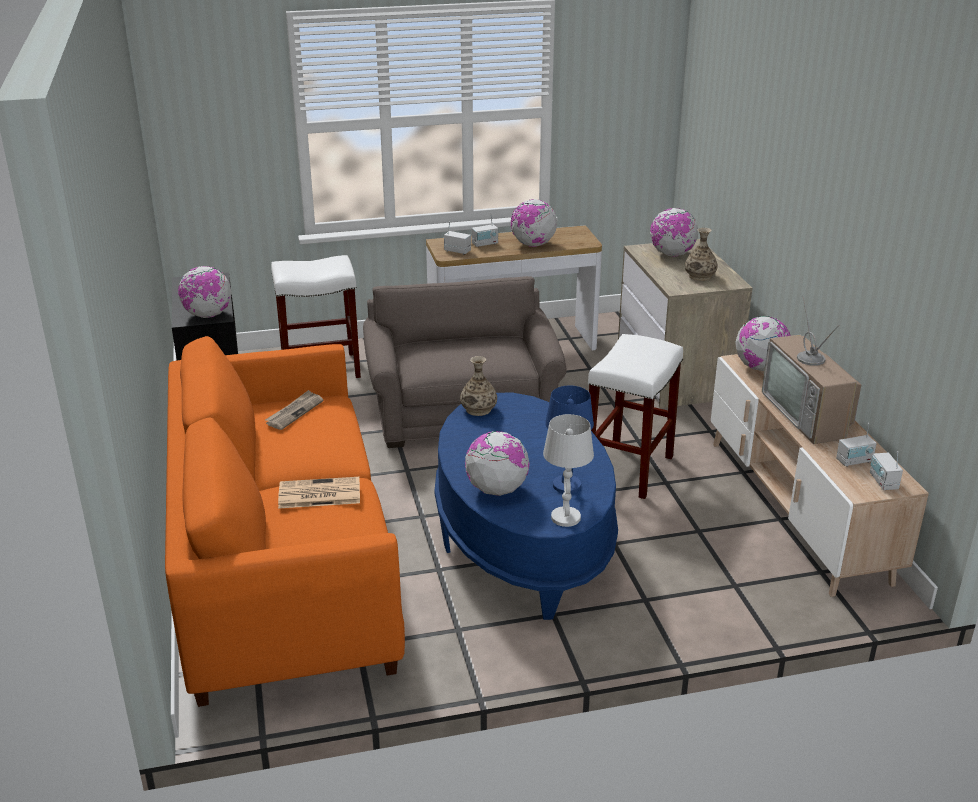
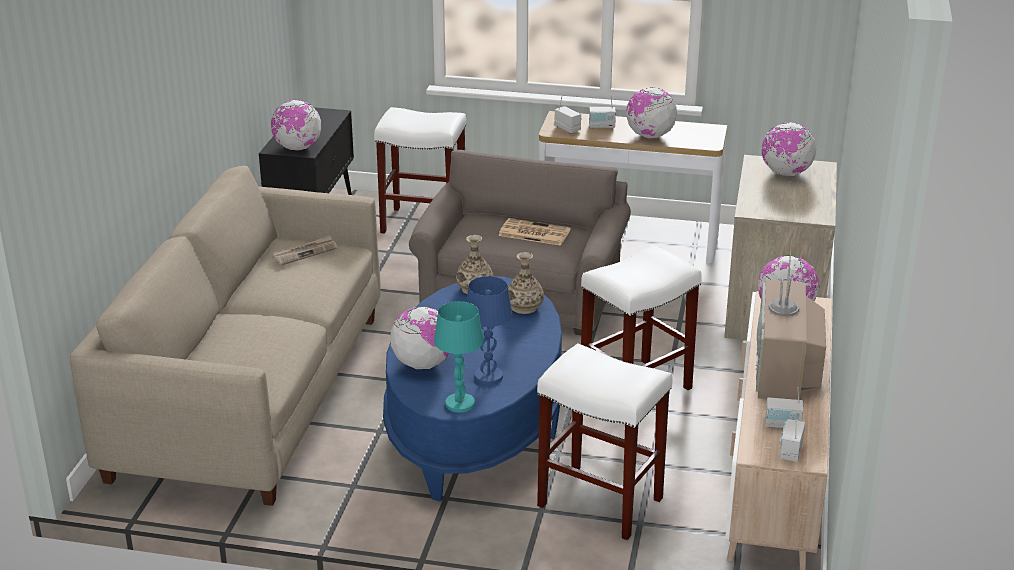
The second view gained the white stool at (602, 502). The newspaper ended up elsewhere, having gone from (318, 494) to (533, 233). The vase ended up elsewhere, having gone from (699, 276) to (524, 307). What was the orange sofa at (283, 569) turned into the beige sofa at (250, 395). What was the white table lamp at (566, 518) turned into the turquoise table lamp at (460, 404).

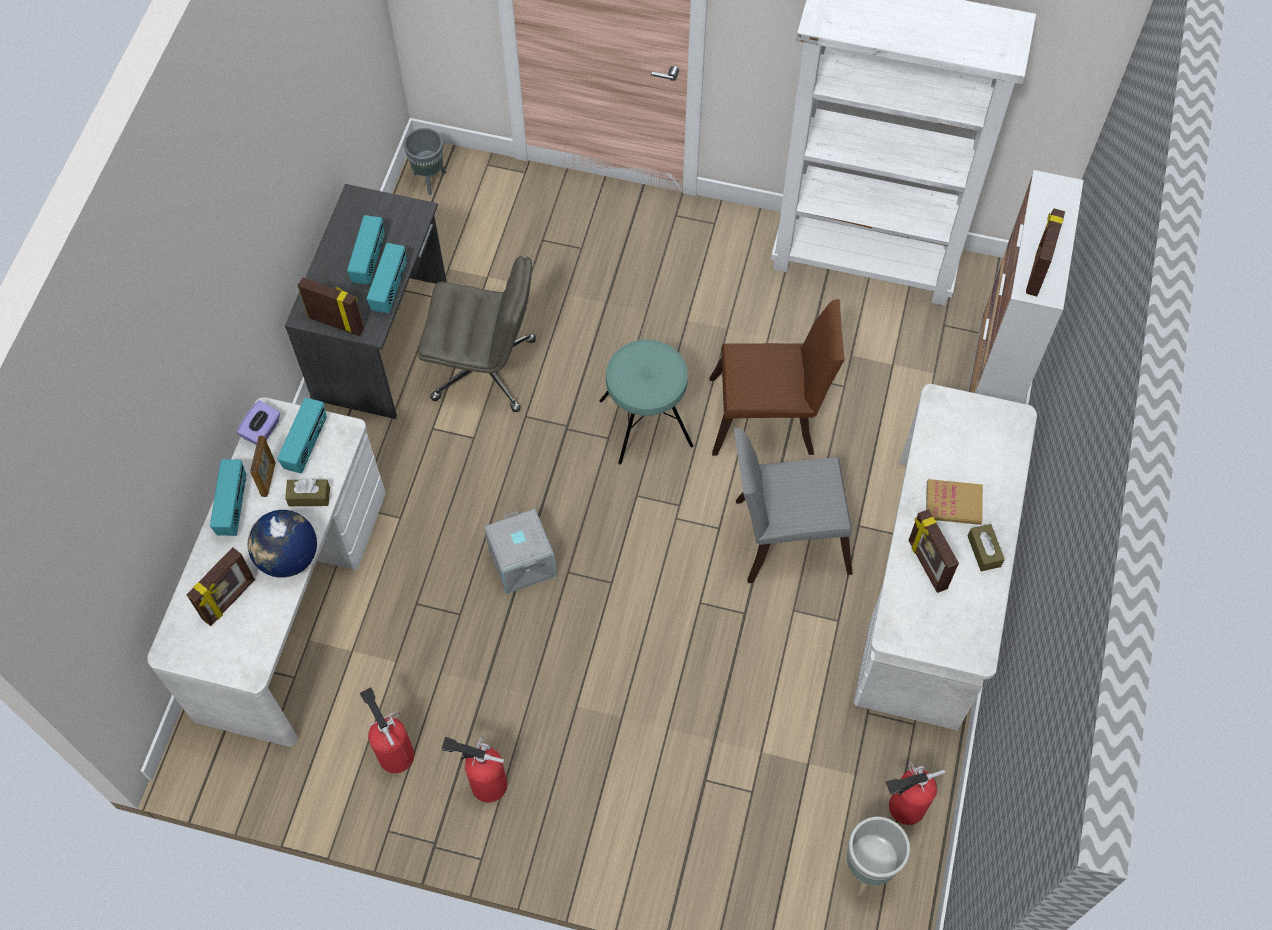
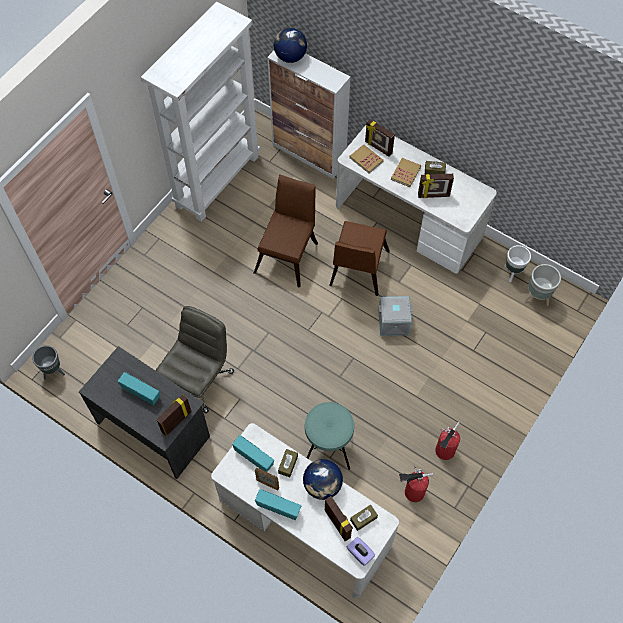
The second view lost the radio at (390, 289). The second view gained the globe at (290, 57). The second view gained the book at (366, 159). The second view gained the brown tissue box at (363, 519). The purple tissue box ended up elsewhere, having gone from (262, 431) to (360, 553). The grey storage box ended up elsewhere, having gone from (520, 562) to (393, 323). The turquoise stool ended up elsewhere, having gone from (645, 423) to (328, 445). The picture frame ended up elsewhere, having gone from (1036, 271) to (378, 148). Where the fire extinguisher stood at (903, 808), the white planter came to stand at (512, 273). What was the grey chair at (783, 535) turned into the brown chair at (357, 271).

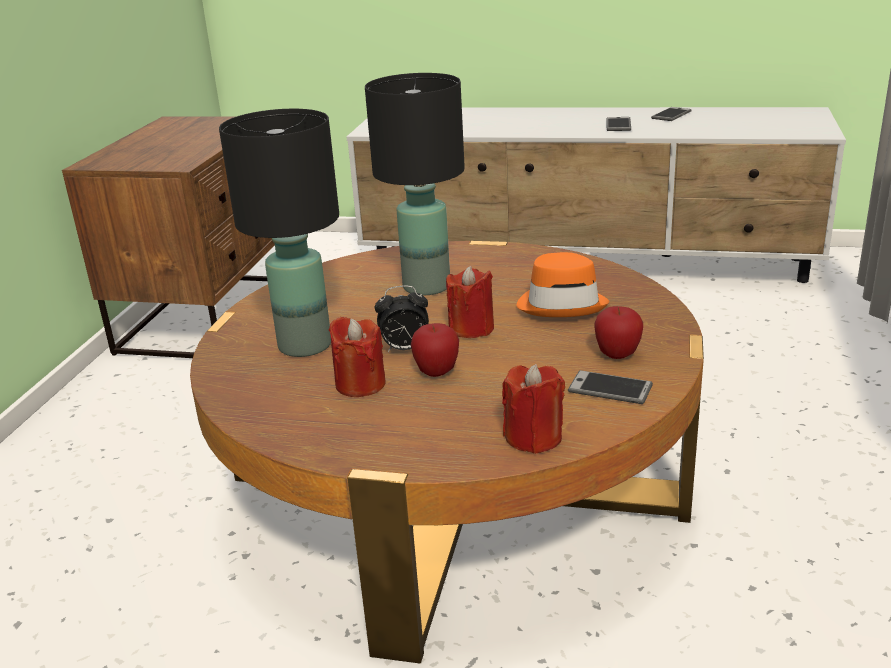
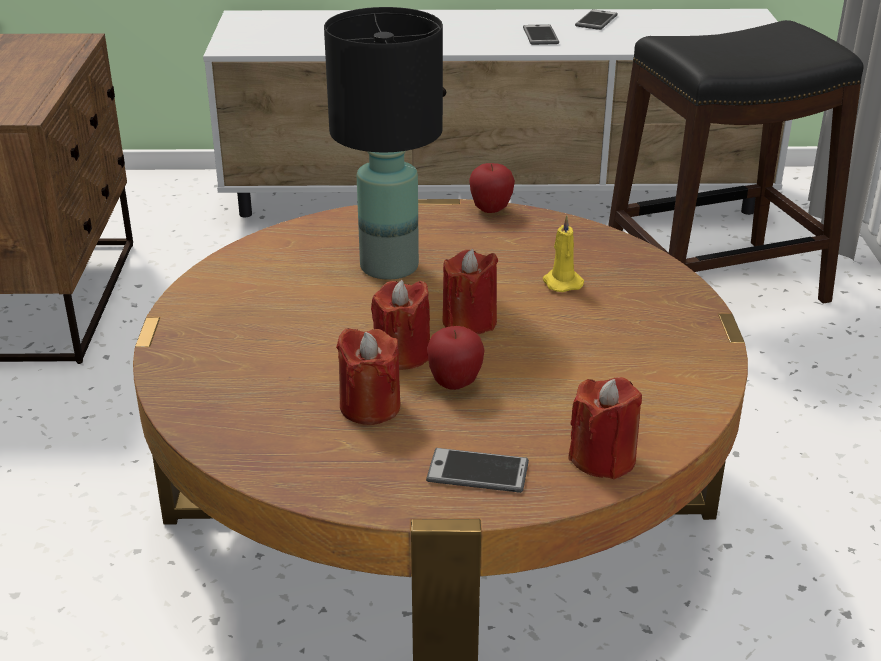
The second view lost the black table lamp at (304, 344). The second view gained the black stool at (712, 285). The phone ended up elsewhere, having gone from (610, 389) to (477, 472). The apple ended up elsewhere, having gone from (617, 355) to (491, 210). Where the alarm clock stood at (405, 349), the red candle came to stand at (402, 355). Where the orange hat stood at (562, 304), the yellow candle came to stand at (561, 282).

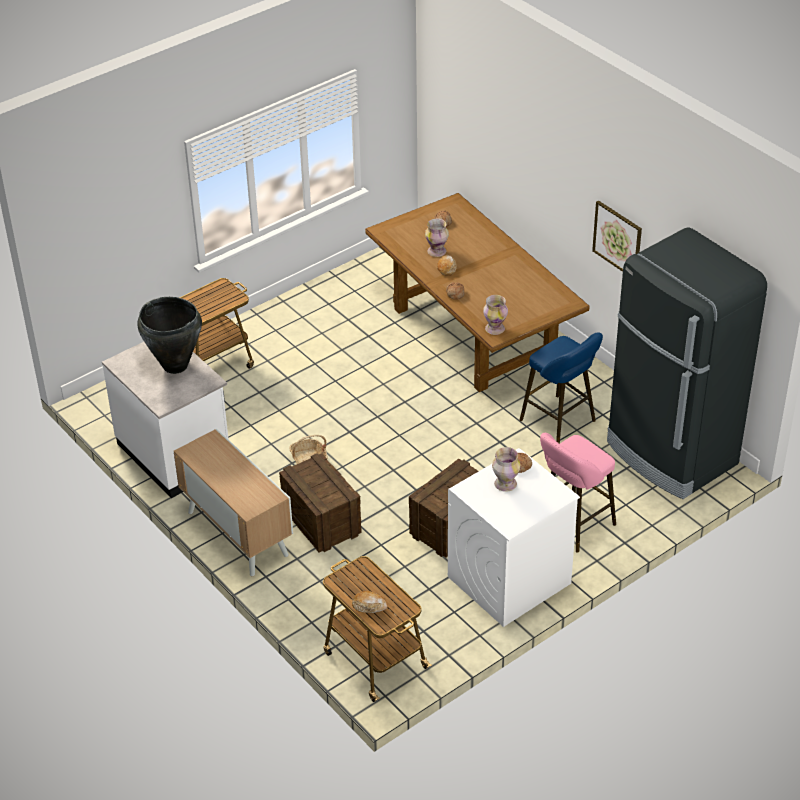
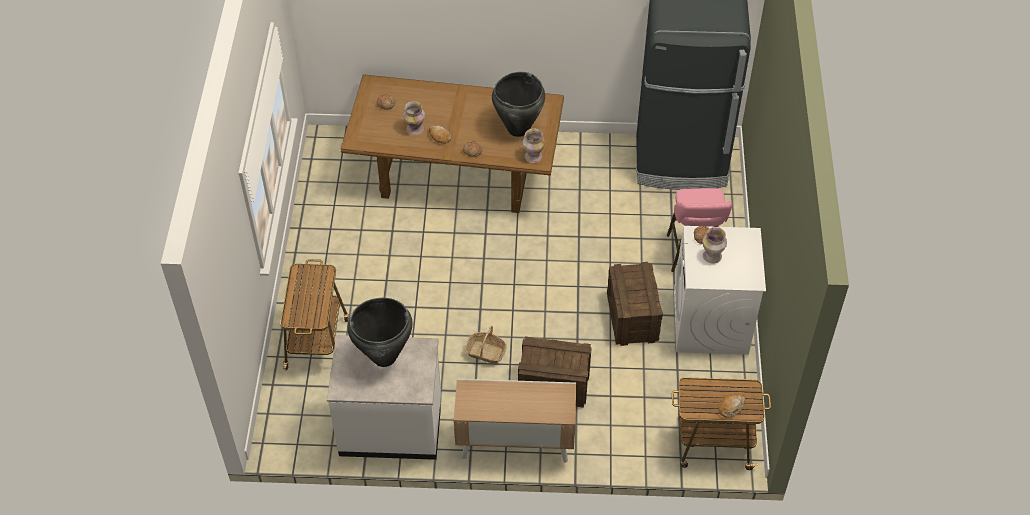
The second view lost the blue stool at (560, 422). The second view lost the picture at (617, 239). The second view gained the black vase at (518, 129).

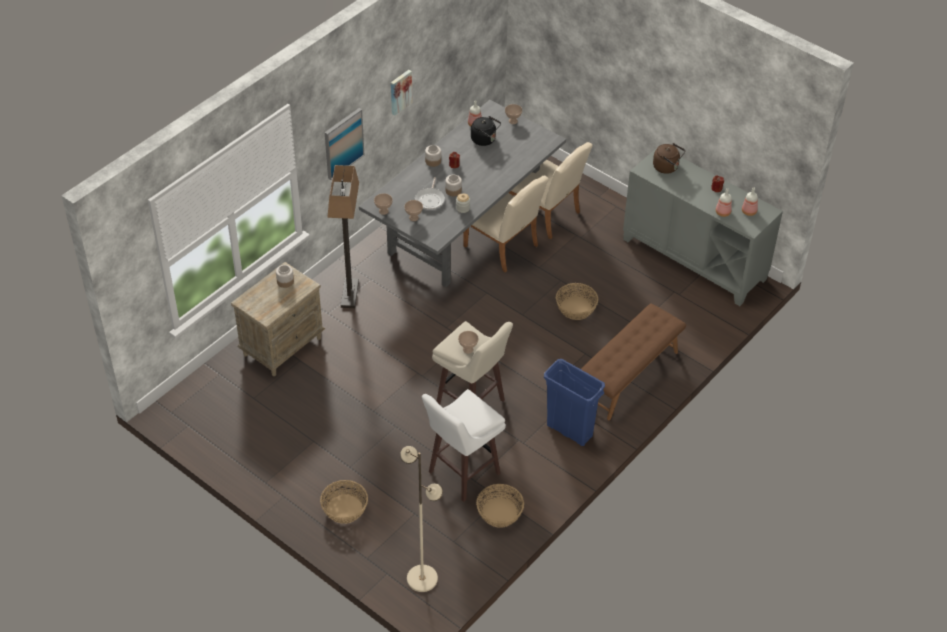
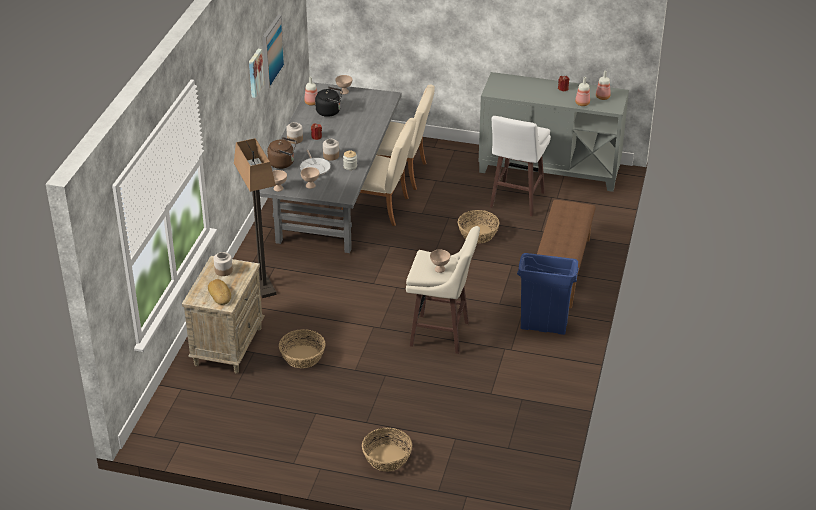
The second view lost the beige floor lamp at (422, 578). The second view gained the bread at (220, 294). The picture ended up elsewhere, having gone from (343, 143) to (272, 51). The white stool ended up elsewhere, having gone from (462, 473) to (516, 201). The basket ended up elsewhere, having gone from (499, 513) to (302, 357). The brown kettle ended up elsewhere, having gone from (667, 167) to (283, 163).

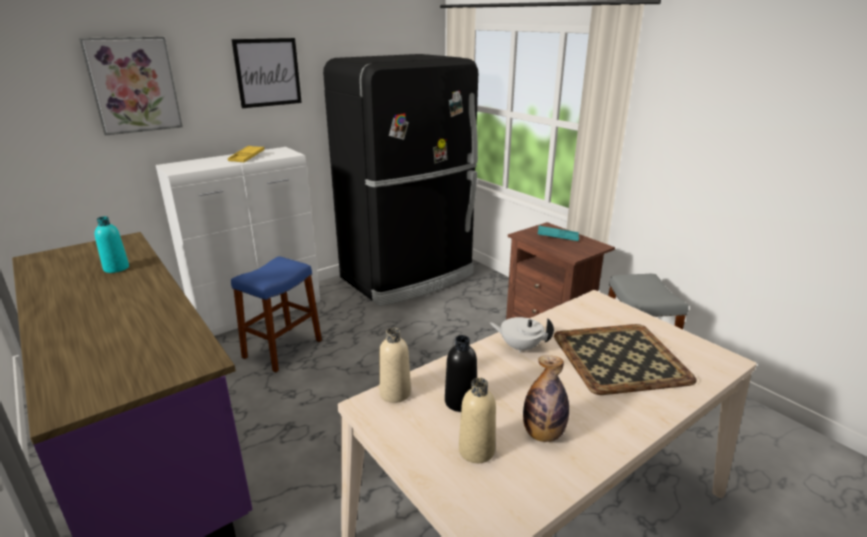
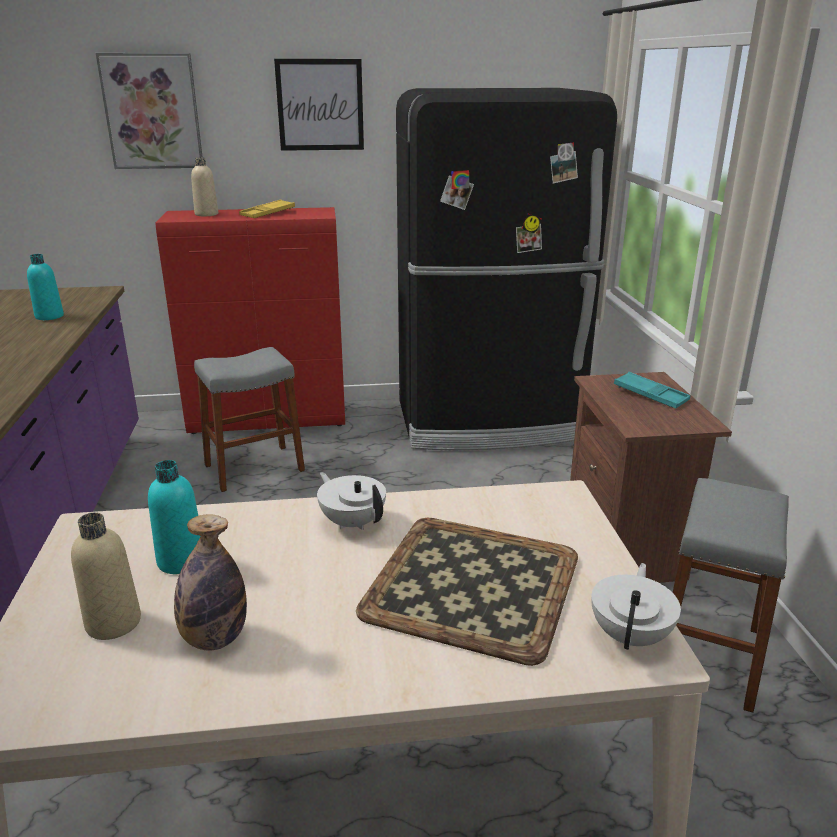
The second view gained the white teapot at (631, 635). The beige bottle ended up elsewhere, having gone from (395, 393) to (206, 214). What was the white cabinet at (259, 313) turned into the red cabinet at (270, 420). What was the blue stool at (282, 349) turned into the grey stool at (254, 468). What was the black bottle at (460, 402) turned into the turquoise bottle at (181, 561).

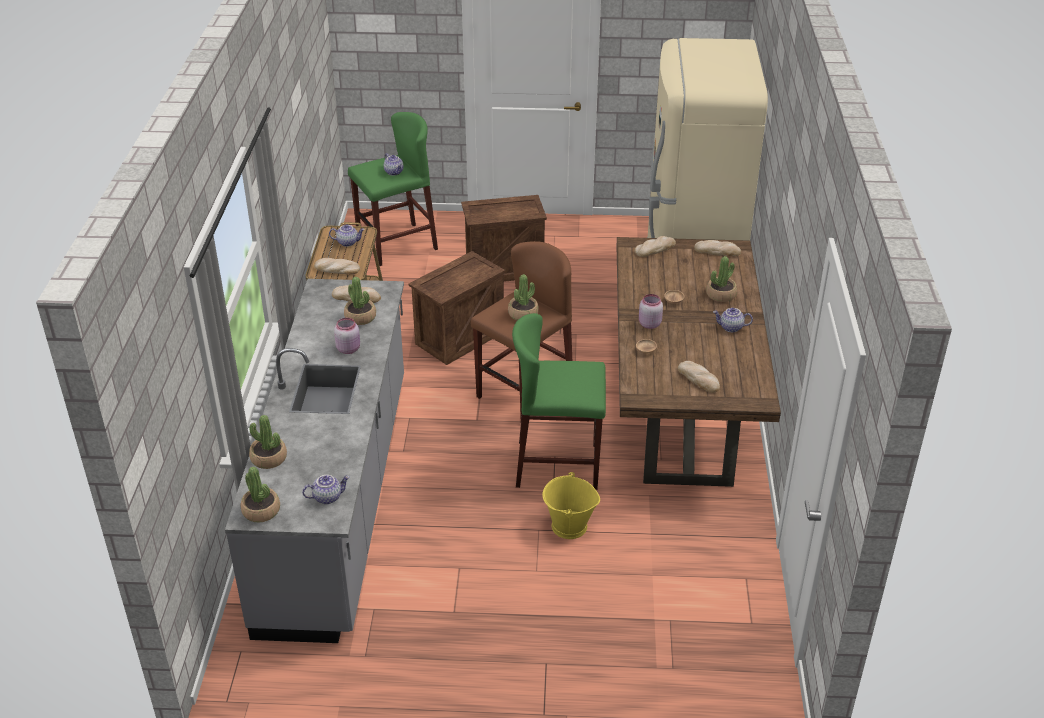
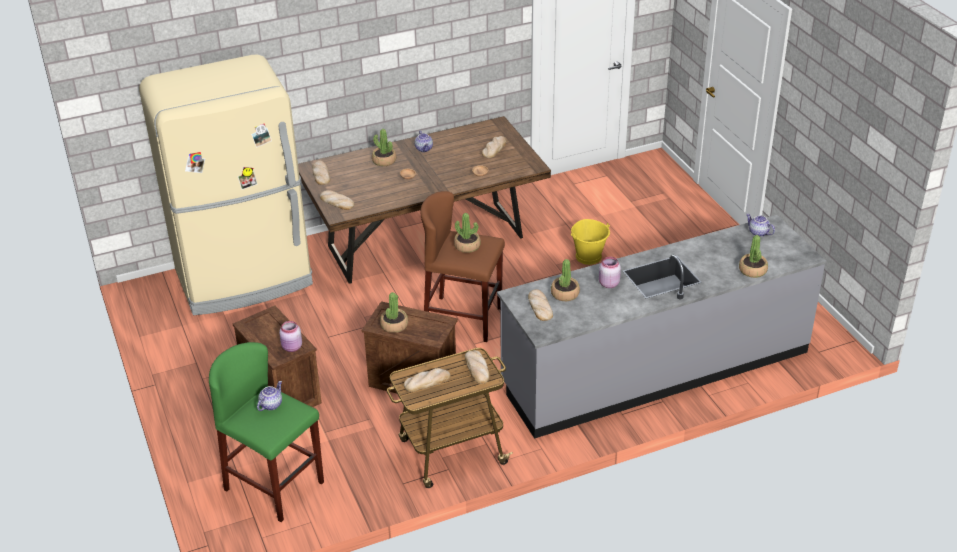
The second view lost the green stool at (557, 465). The potted plant ended up elsewhere, having gone from (261, 511) to (394, 325). The pink jar ended up elsewhere, having gone from (649, 324) to (292, 348). Where the teapot stood at (348, 242), the bread came to stand at (427, 382).

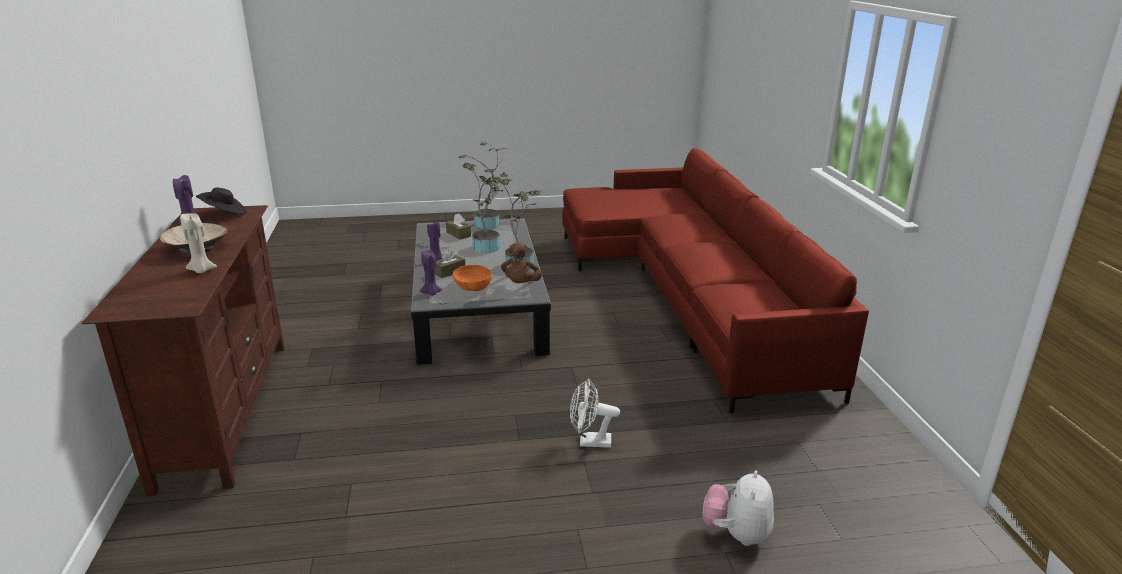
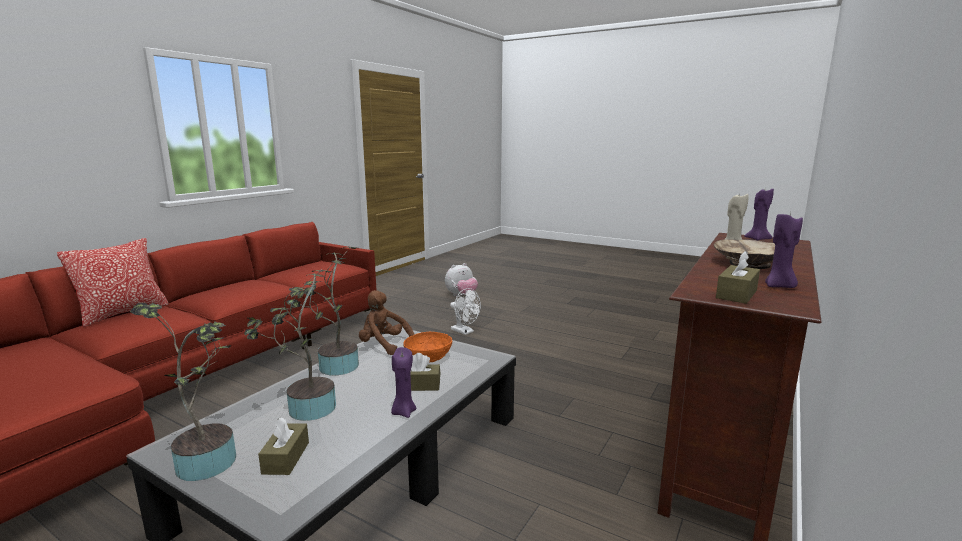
The second view gained the pillow at (123, 313). The purple candle ended up elsewhere, having gone from (431, 293) to (757, 239). Where the black hat stood at (224, 214), the brown tissue box came to stand at (736, 294). The brown plush toy at (521, 284) ended up facing another way, 105 degrees counterclockwise from before.

